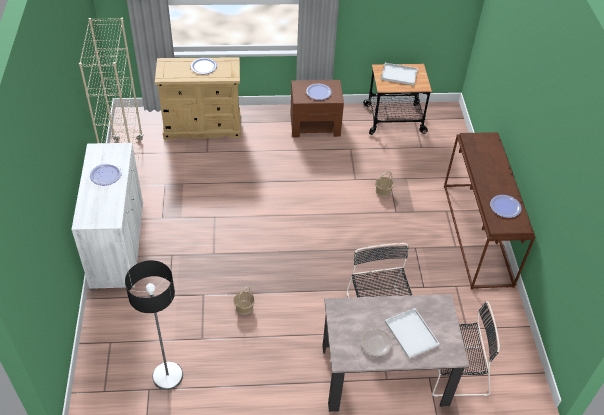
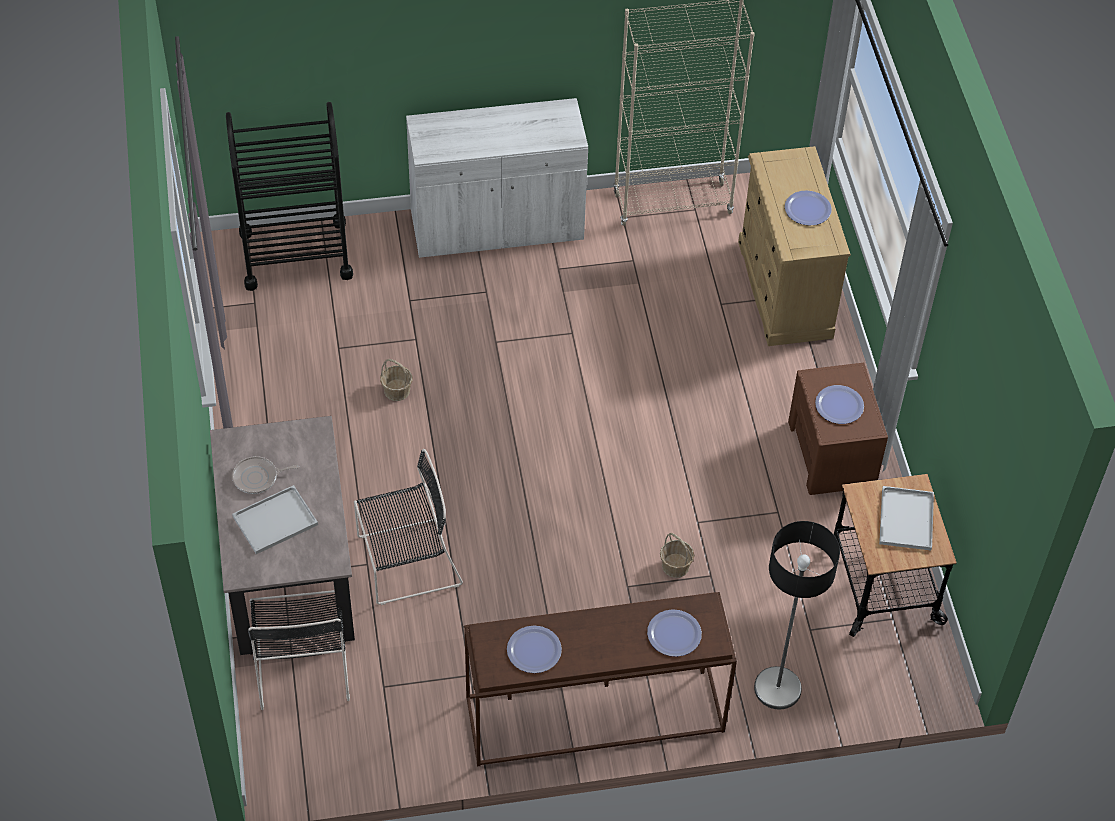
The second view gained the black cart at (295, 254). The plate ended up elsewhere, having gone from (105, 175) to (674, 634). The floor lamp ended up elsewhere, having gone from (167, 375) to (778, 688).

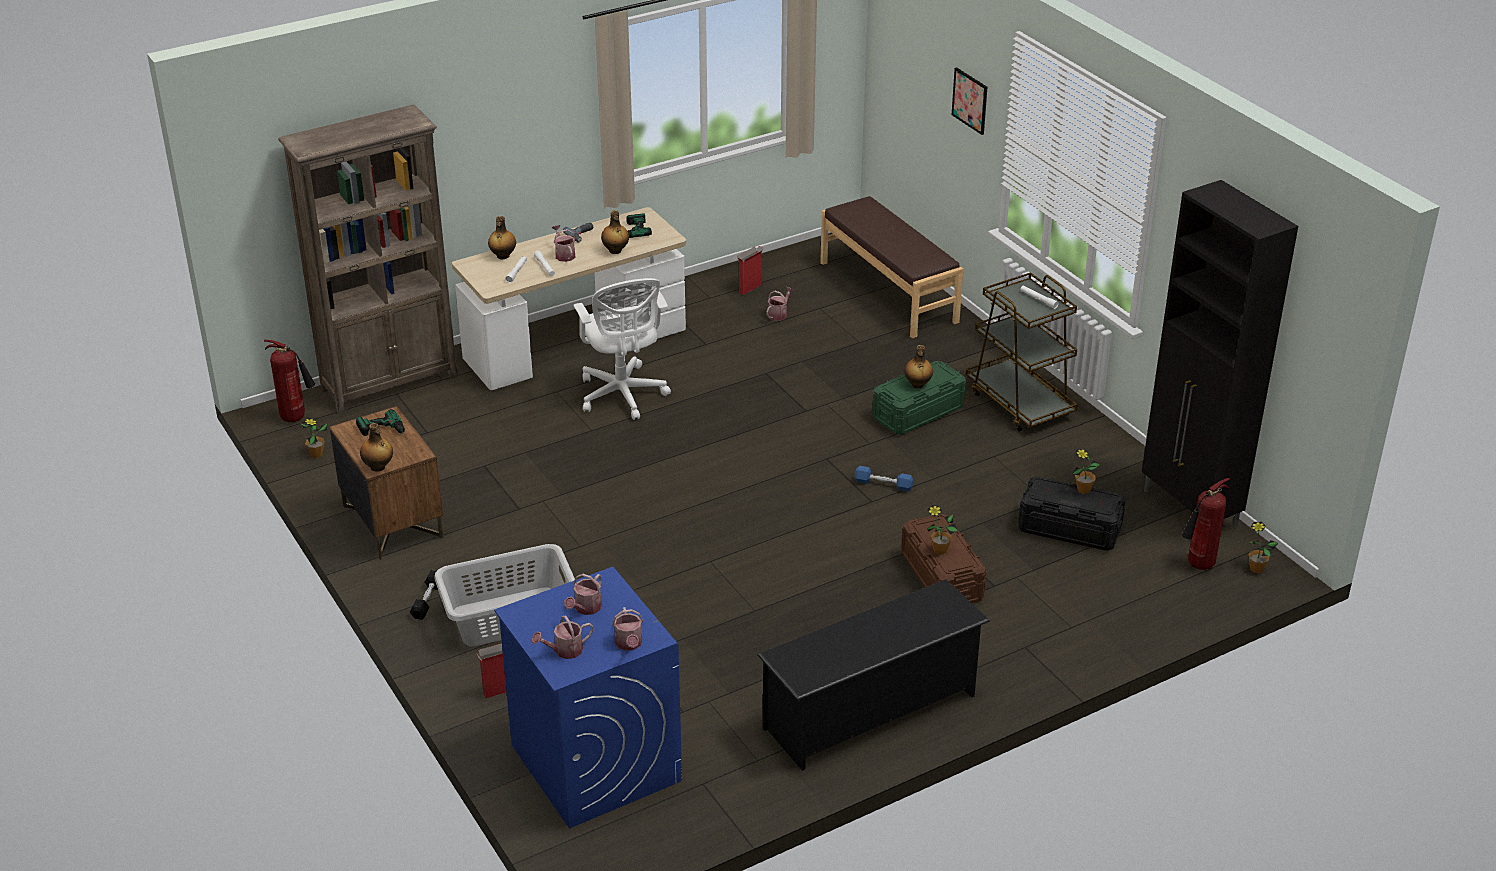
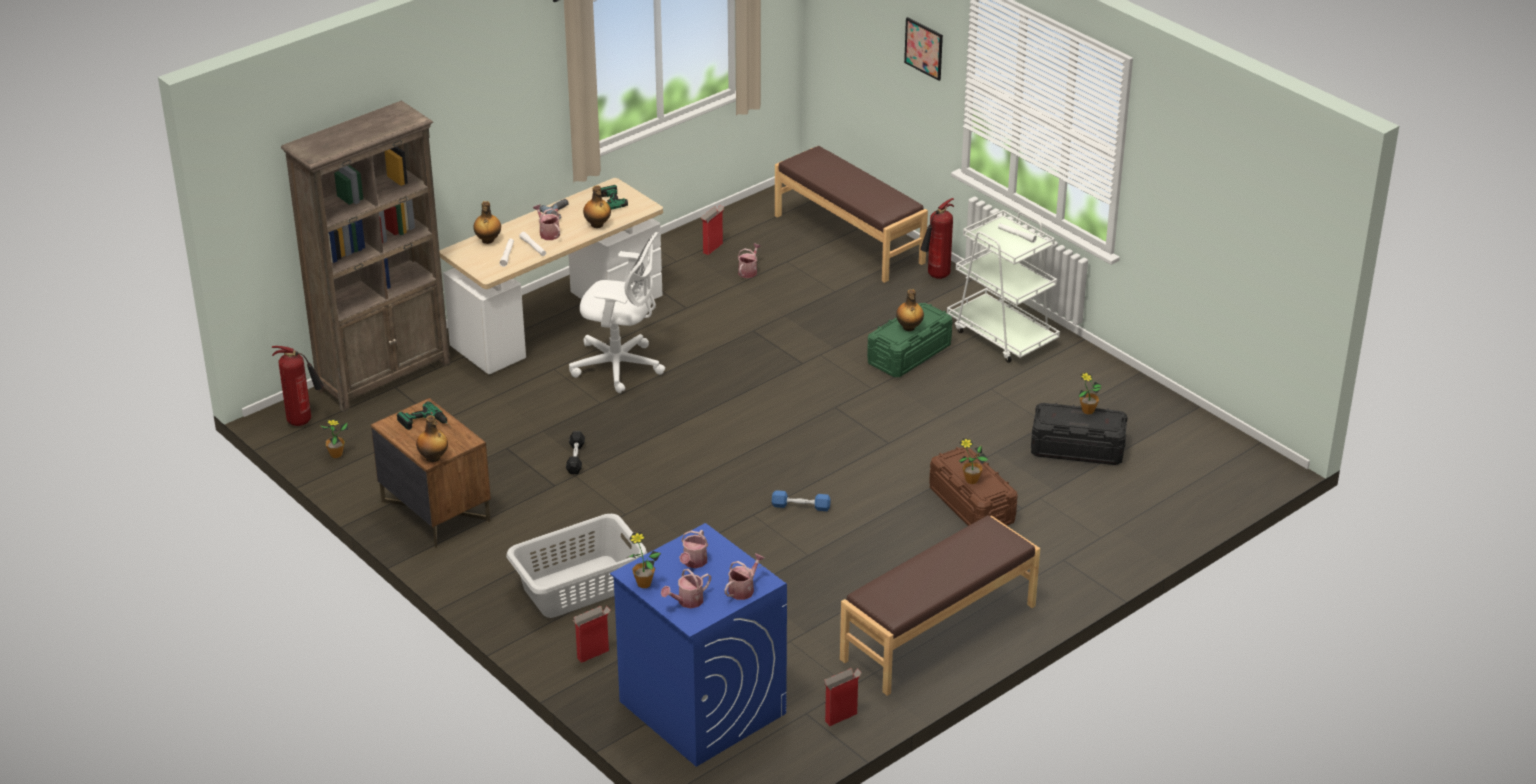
The second view lost the black cabinet at (1190, 510). The second view gained the cardboard box at (841, 717). The black dumbbell ended up elsewhere, having gone from (427, 600) to (575, 458). The blue dumbbell ended up elsewhere, having gone from (883, 484) to (801, 506). The fire extinguisher ended up elsewhere, having gone from (1198, 566) to (936, 276). The potted plant ended up elsewhere, having gone from (1256, 569) to (644, 583). Where the black shoe rack stood at (870, 712), the brown bench came to stand at (939, 633). What was the brown cart at (1019, 403) turned into the white cart at (1002, 335). The white office chair at (623, 396) ended up facing another way, 45 degrees counterclockwise from before. The watering can at (629, 644) ended up facing another way, 120 degrees counterclockwise from before.

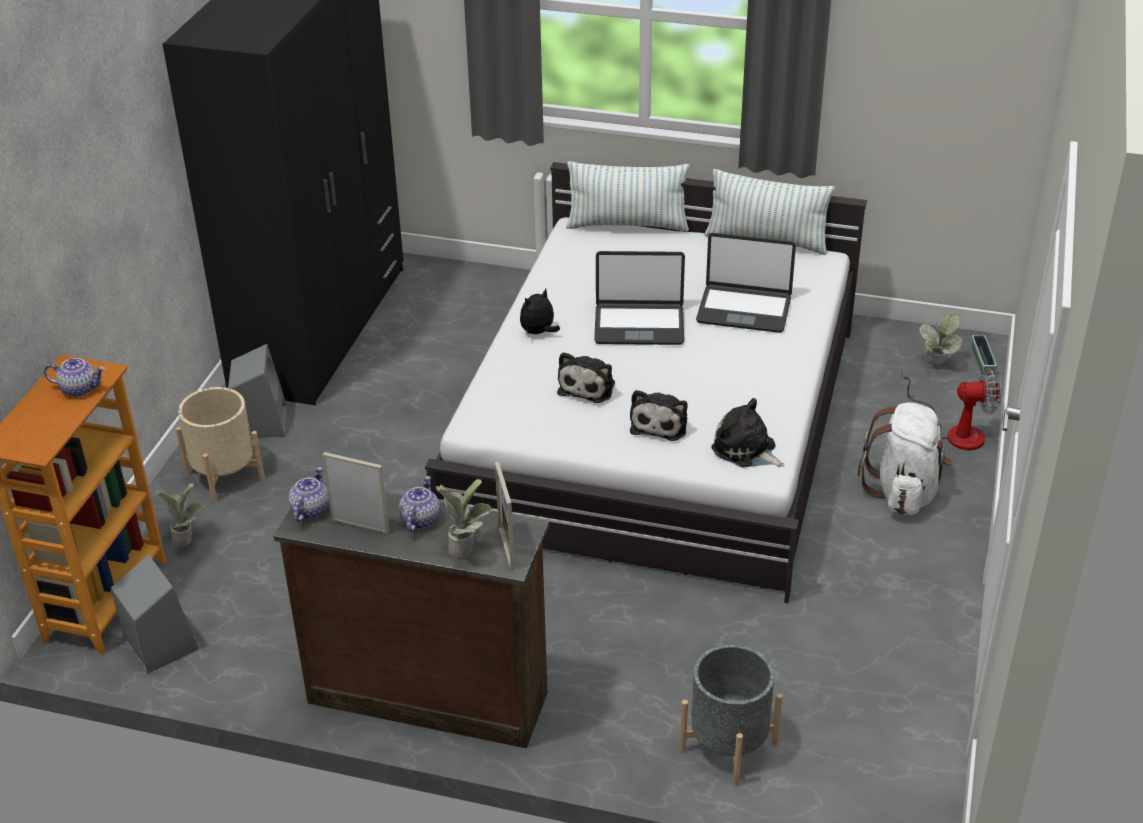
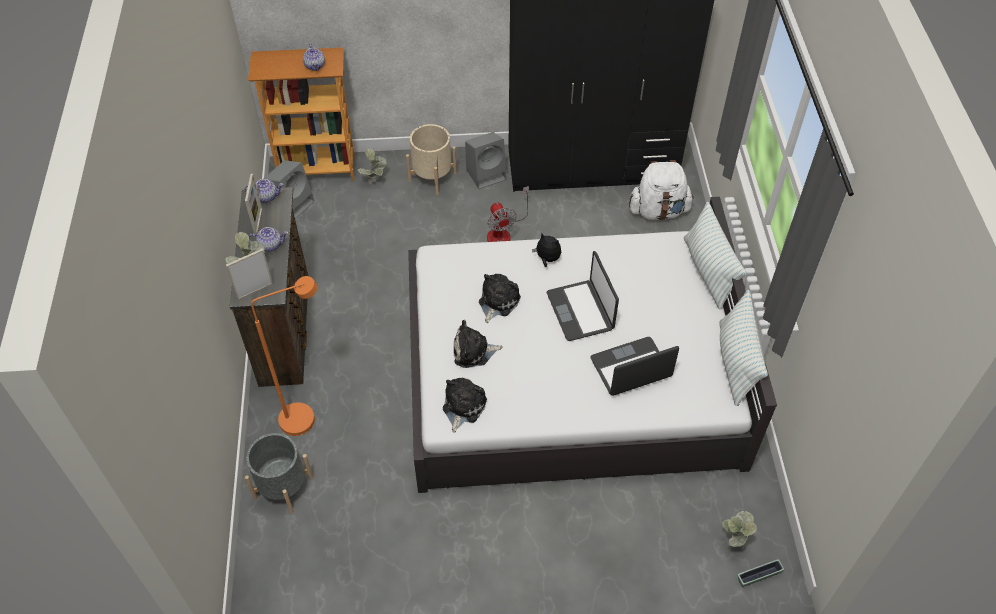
The second view gained the orange floor lamp at (306, 416). The white backpack ended up elsewhere, having gone from (903, 491) to (658, 210). The fan ended up elsewhere, having gone from (954, 431) to (503, 232). The plush toy at (588, 386) ended up facing another way, 120 degrees clockwise from before. The laptop at (744, 309) ended up facing another way, 75 degrees clockwise from before.

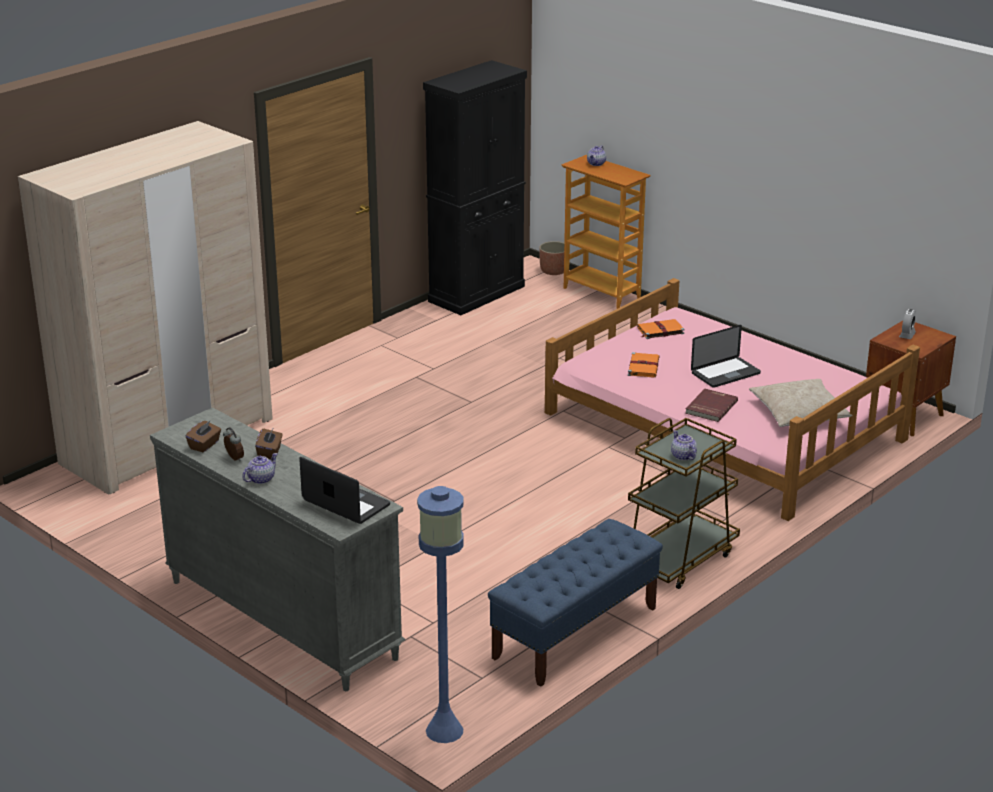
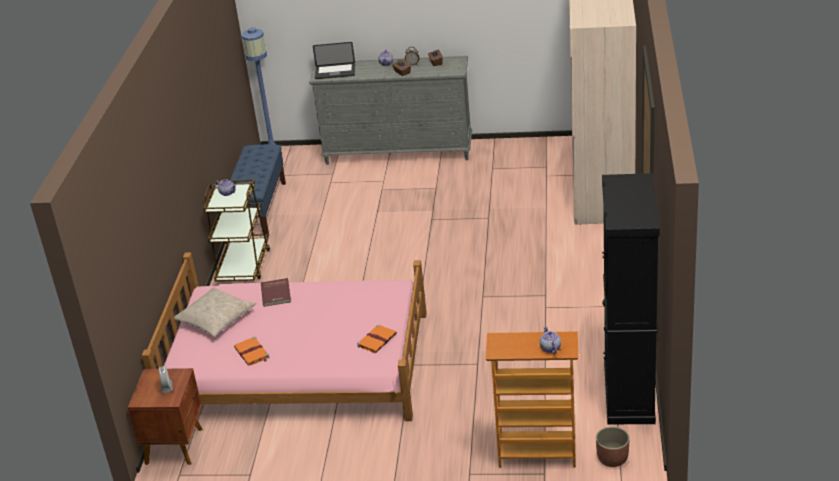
The second view lost the laptop at (725, 373). The orange book ended up elsewhere, having gone from (643, 366) to (252, 353).

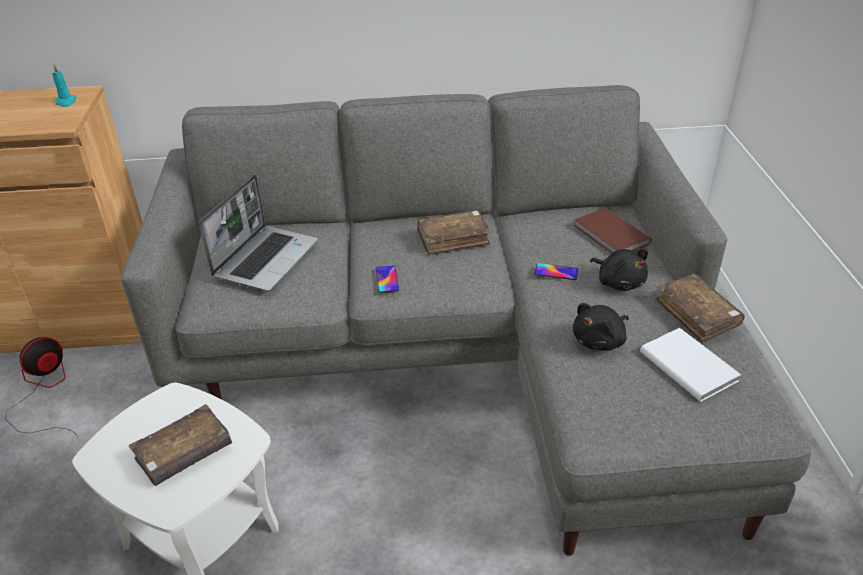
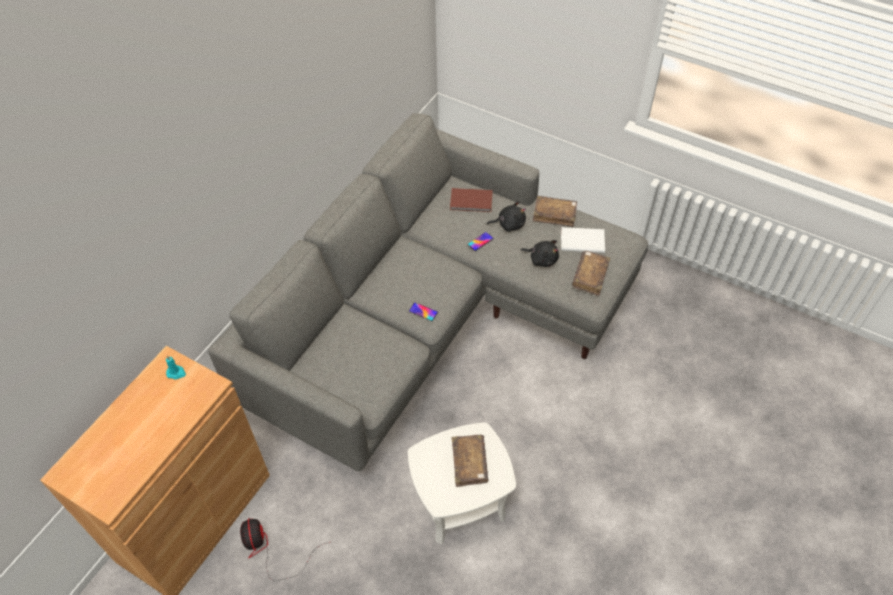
The second view lost the laptop at (266, 259). The brown book ended up elsewhere, having gone from (453, 239) to (590, 276). The black plush toy at (600, 341) ended up facing another way, 60 degrees counterclockwise from before.

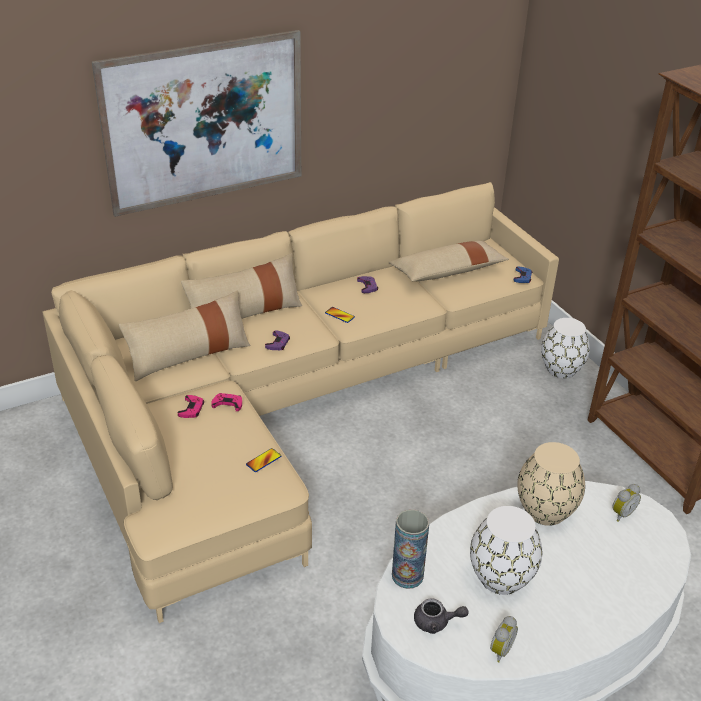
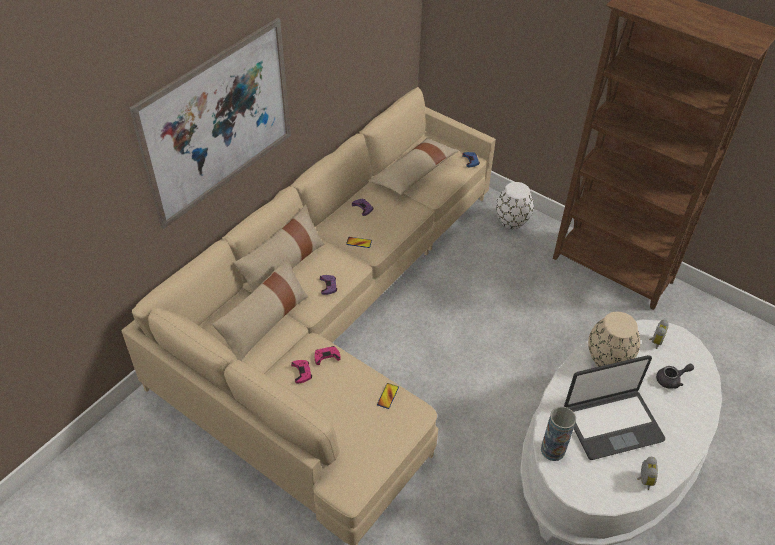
The grey teapot ended up elsewhere, having gone from (436, 622) to (671, 380). Where the white vase stood at (502, 577), the laptop came to stand at (612, 423).

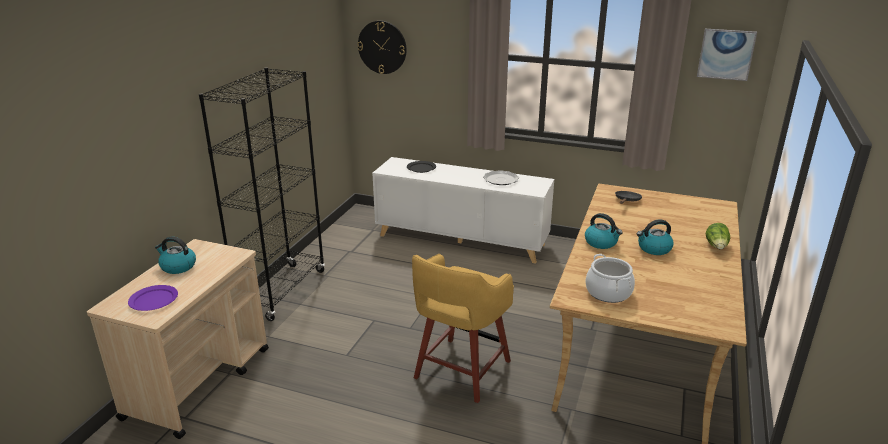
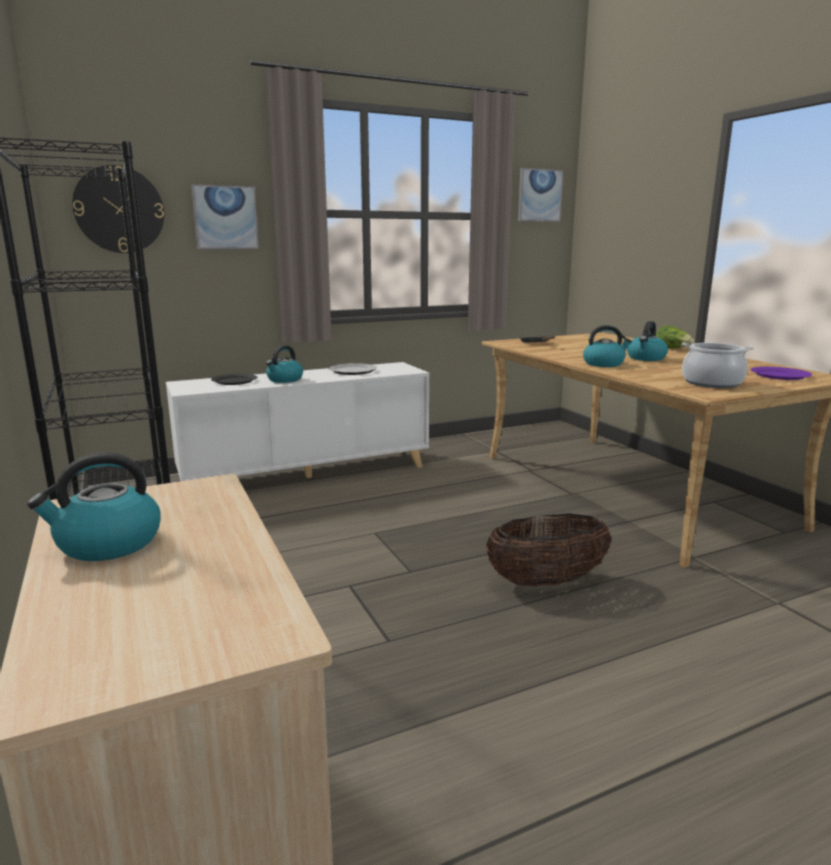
The second view gained the picture at (225, 217). The second view gained the kettle at (284, 380). The purple plate ended up elsewhere, having gone from (153, 300) to (779, 375). Where the yellow stool stood at (460, 371), the basket came to stand at (546, 581).

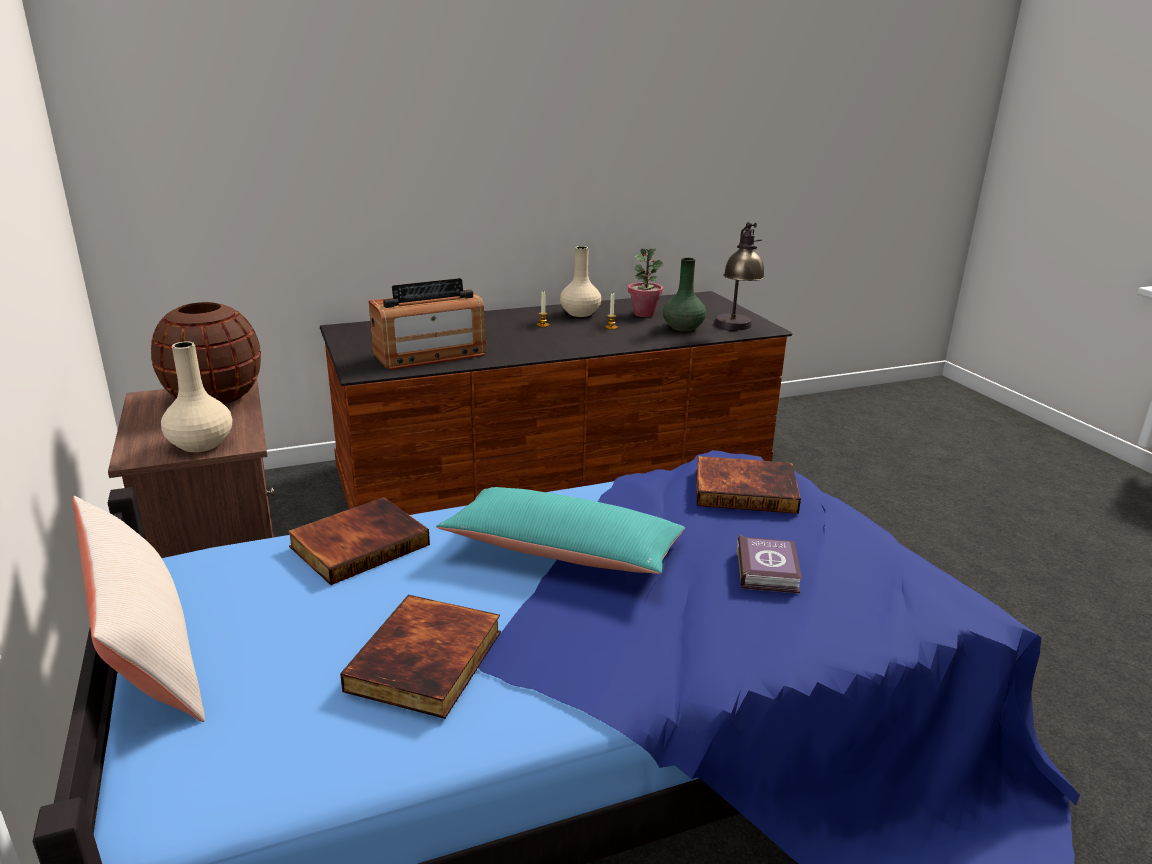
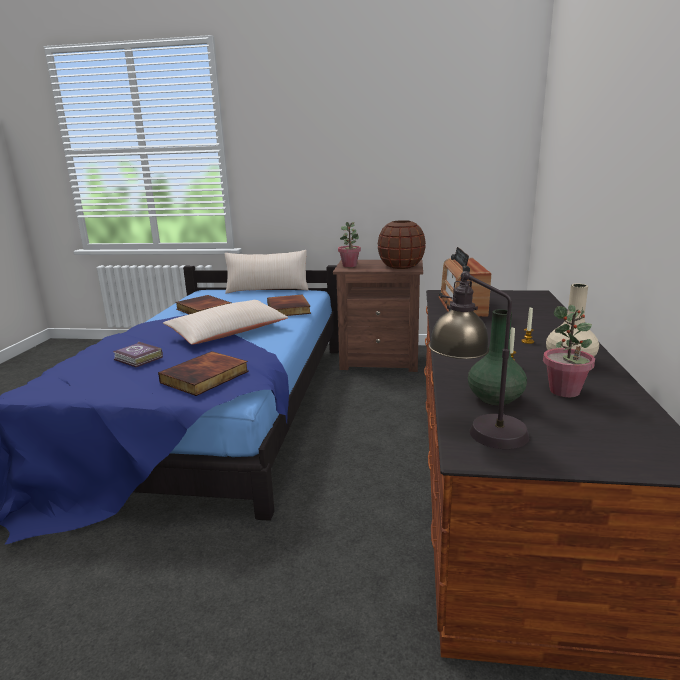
Where the beige vase stood at (200, 445), the potted plant came to stand at (349, 265). What was the turquoise pillow at (563, 551) turned into the beige pillow at (228, 333).

